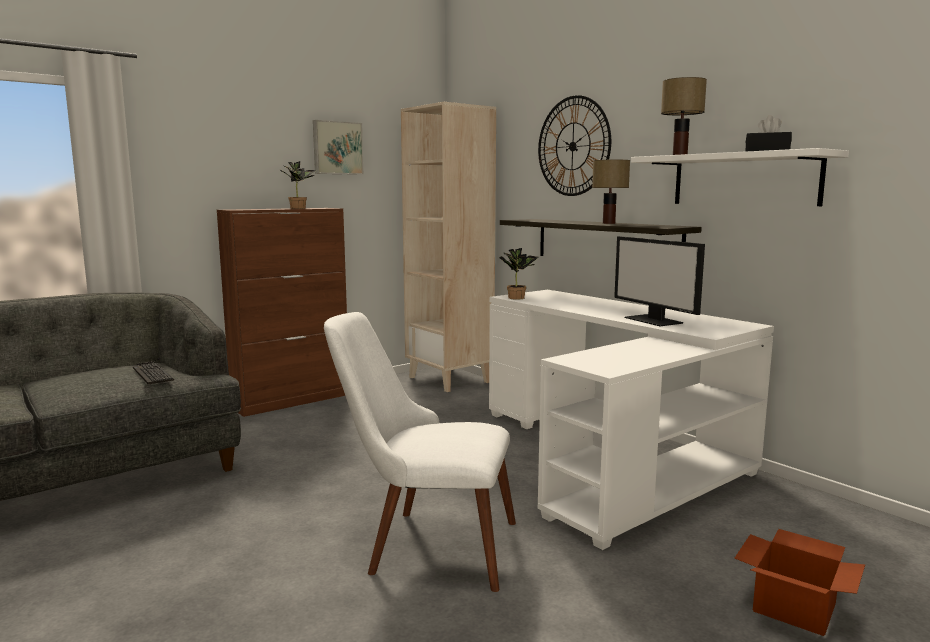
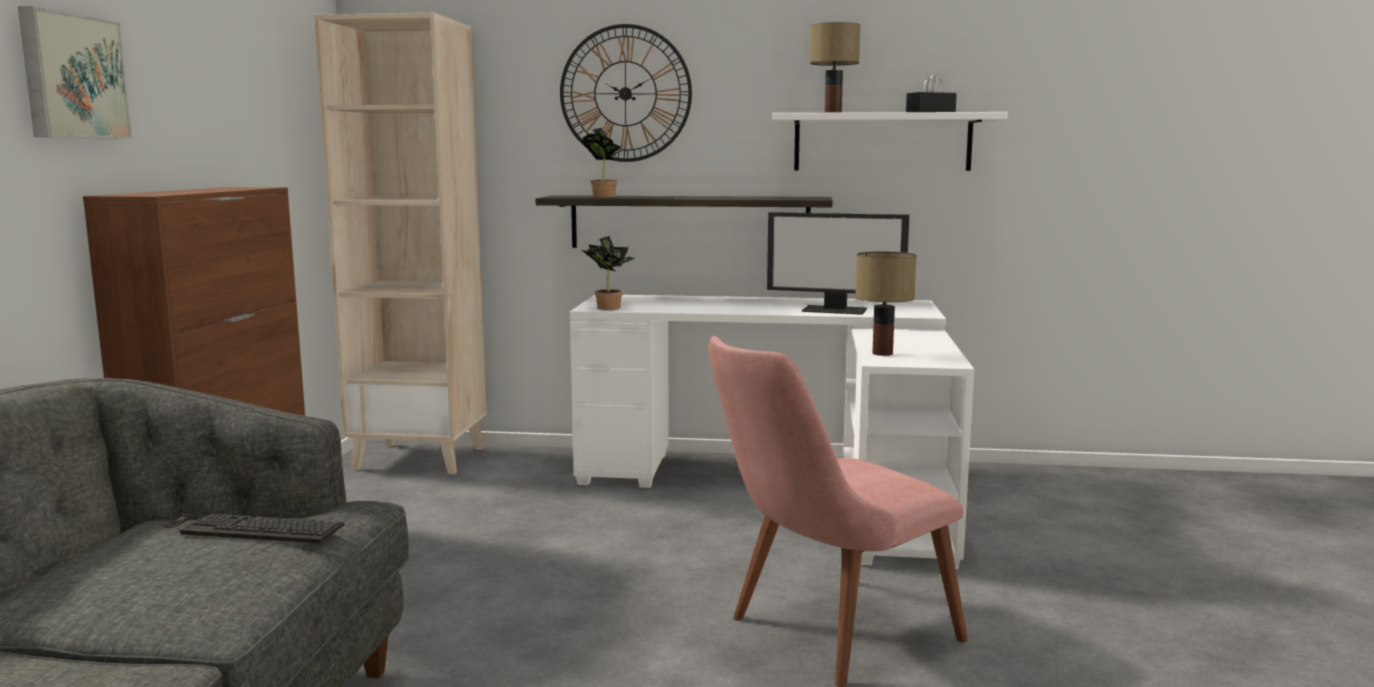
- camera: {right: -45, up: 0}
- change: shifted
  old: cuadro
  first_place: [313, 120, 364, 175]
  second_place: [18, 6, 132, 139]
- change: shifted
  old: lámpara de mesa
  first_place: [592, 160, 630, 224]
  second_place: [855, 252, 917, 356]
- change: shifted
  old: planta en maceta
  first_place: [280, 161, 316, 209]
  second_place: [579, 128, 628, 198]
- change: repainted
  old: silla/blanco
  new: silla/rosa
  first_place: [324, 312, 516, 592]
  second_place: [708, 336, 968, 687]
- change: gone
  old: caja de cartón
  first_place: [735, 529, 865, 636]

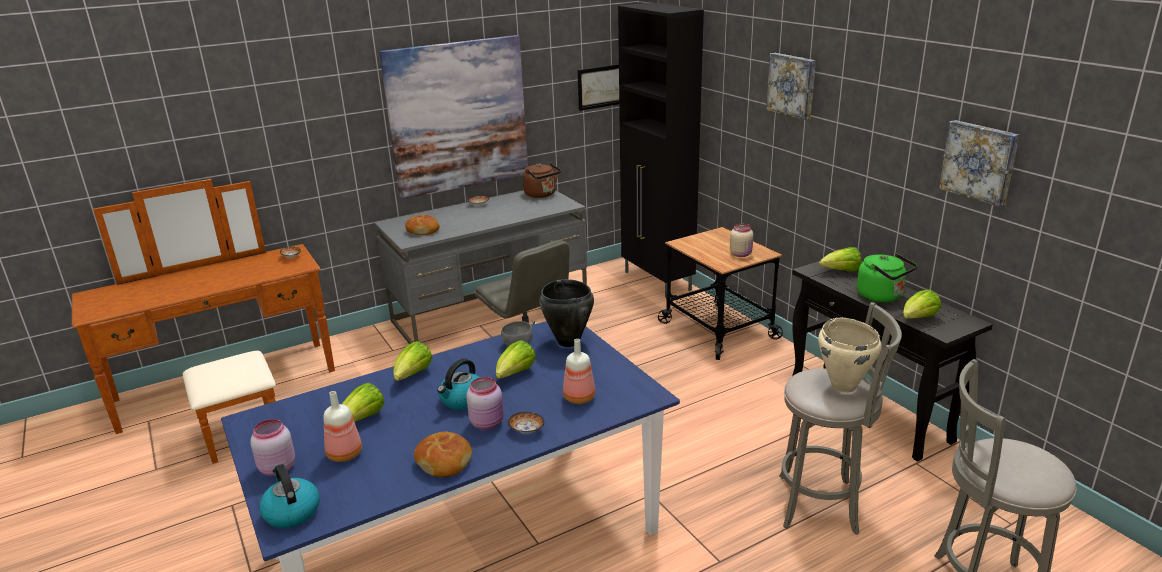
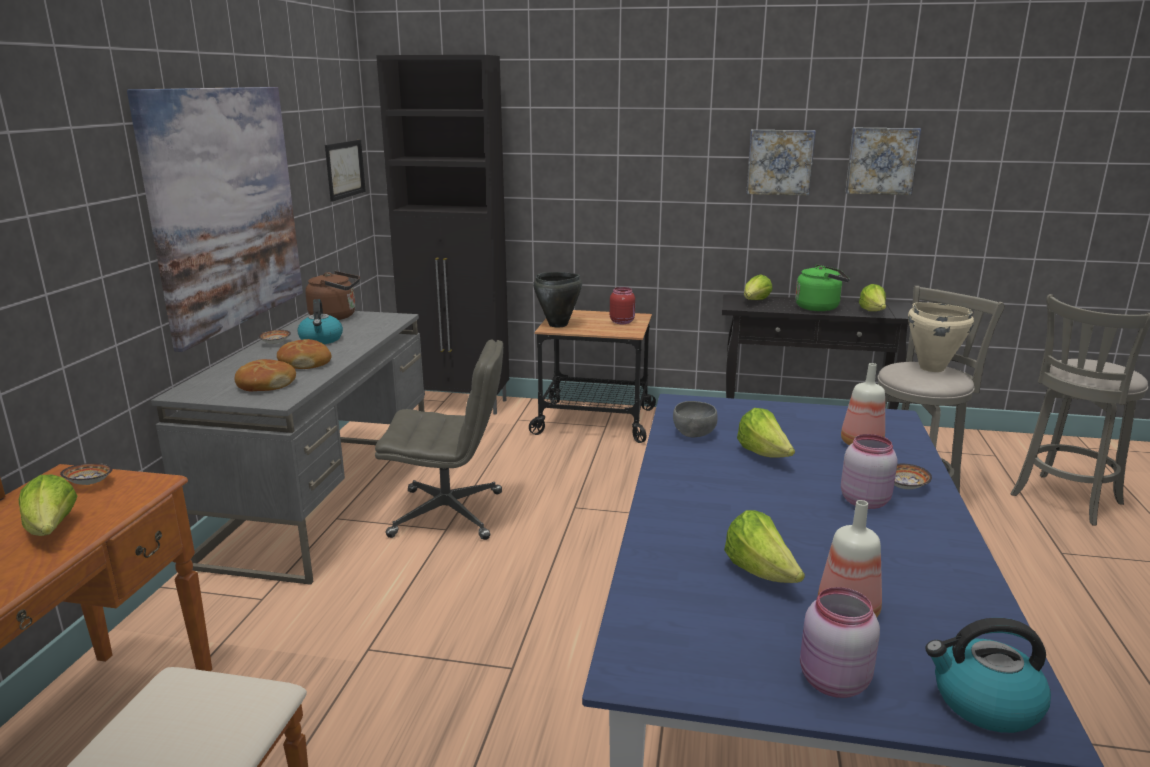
- camera: {right: -50, up: -5}
- change: shifted
  old: cuadro
  first_place: [766, 53, 816, 120]
  second_place: [746, 130, 816, 196]
- change: repainted
  old: tarro/beis
  new: tarro/rojo
  first_place: [730, 224, 753, 257]
  second_place: [610, 287, 635, 324]
- change: shifted
  old: olla/negro
  first_place: [539, 279, 594, 347]
  second_place: [533, 272, 582, 327]
- change: shifted
  old: lechuga
  first_place: [394, 341, 433, 381]
  second_place: [19, 475, 77, 536]
- change: shifted
  old: hervidor
  first_place: [437, 359, 480, 410]
  second_place: [297, 299, 343, 344]
- change: shifted
  old: pan
  first_place: [414, 432, 472, 477]
  second_place: [277, 339, 332, 369]

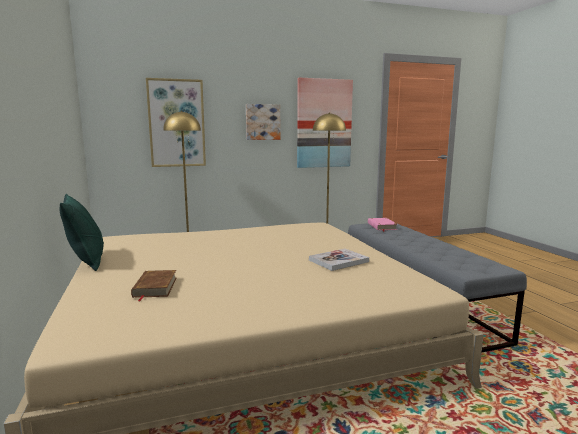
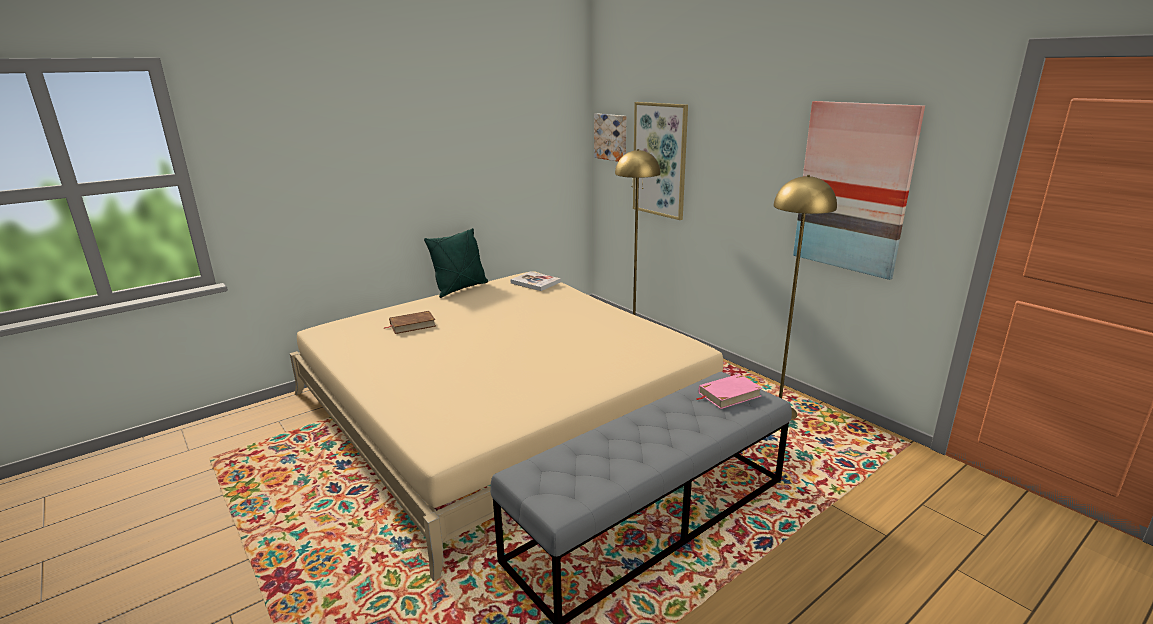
- camera: {right: 70, up: 10}
- change: shifted
  old: cuadro
  first_place: [246, 104, 280, 140]
  second_place: [594, 114, 626, 162]
- change: shifted
  old: libro
  first_place: [309, 249, 369, 271]
  second_place: [510, 271, 561, 291]

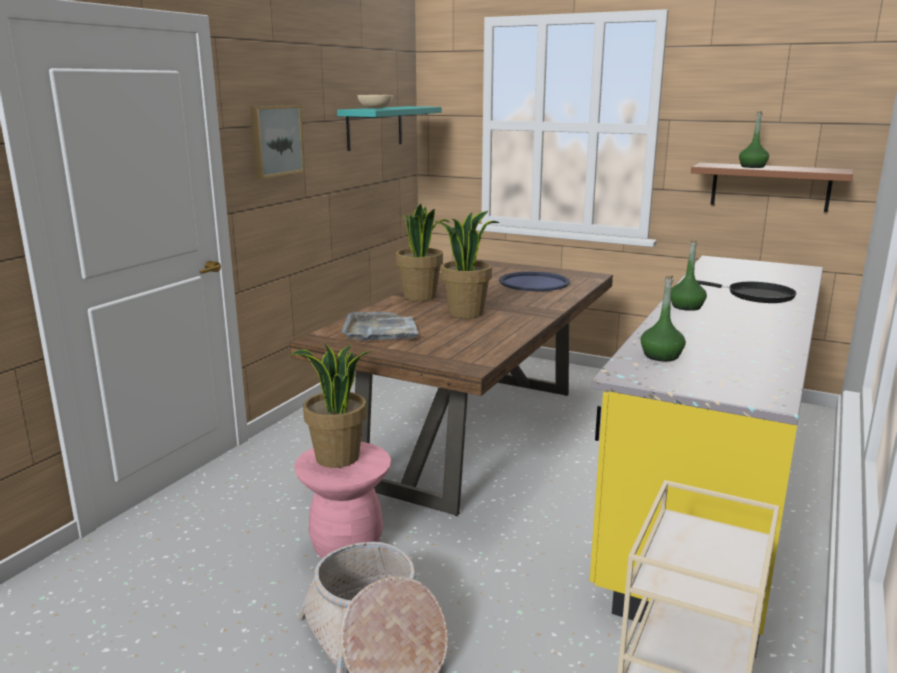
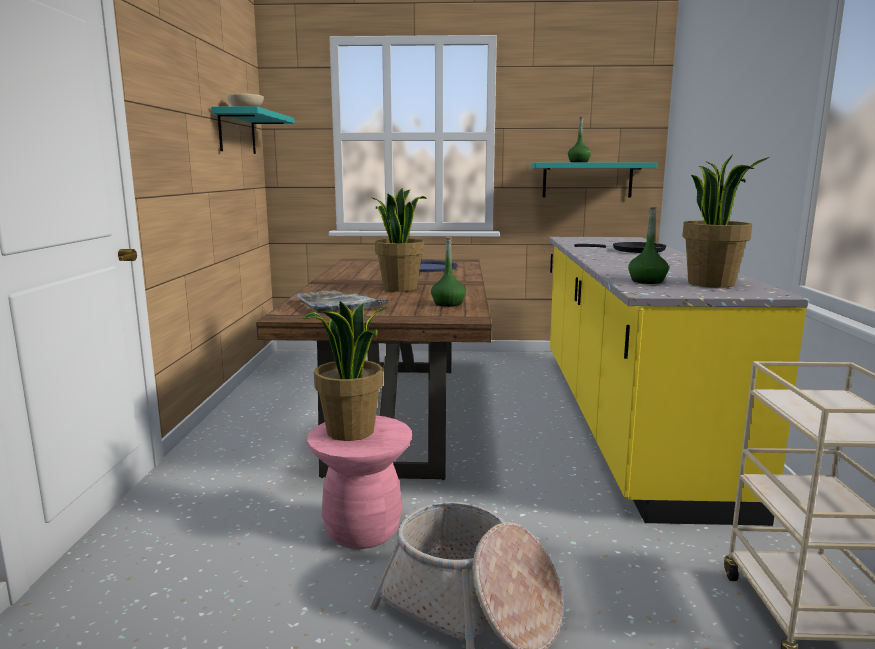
- camera: {right: -25, up: -5}
- change: gone
  old: cuadro
  first_place: [250, 105, 305, 179]
- change: repainted
  old: estante/marrón
  new: estante/turquesa
  first_place: [691, 163, 853, 212]
  second_place: [531, 162, 657, 198]
- change: shifted
  old: planta en maceta
  first_place: [396, 204, 449, 301]
  second_place: [682, 154, 769, 288]
- change: shifted
  old: botella/verde
  first_place: [671, 239, 707, 311]
  second_place: [431, 237, 466, 307]

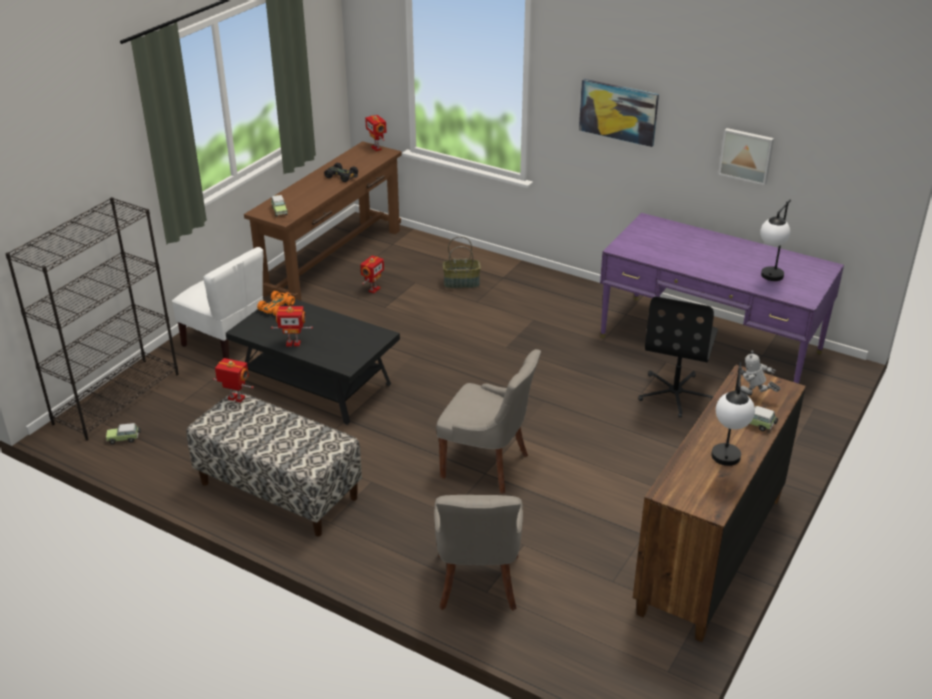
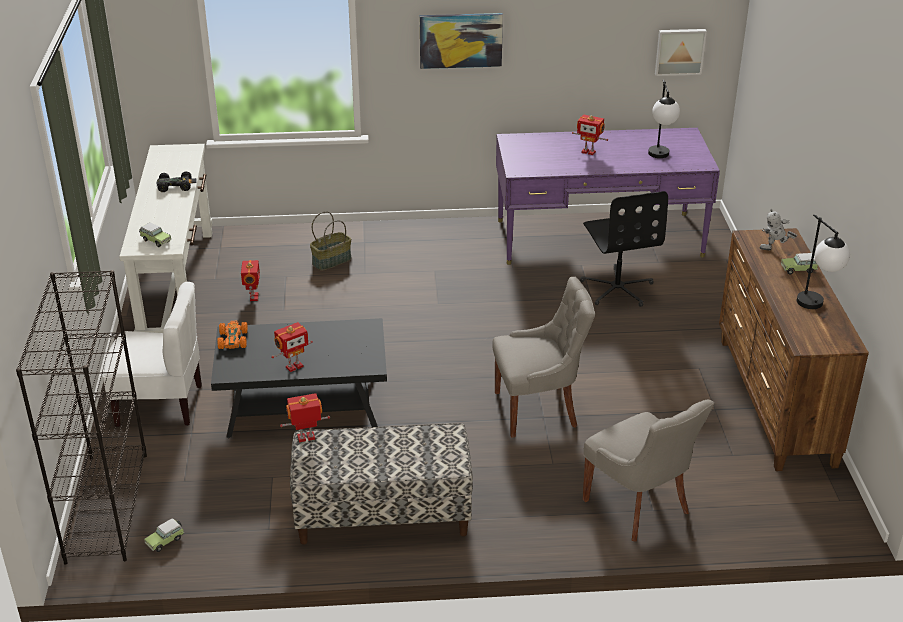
- camera: {right: -35, up: 0}
- change: shifted
  old: robot de juguete
  first_place: [365, 115, 387, 151]
  second_place: [572, 114, 608, 155]
- change: shifted
  old: cuadro
  first_place: [718, 128, 774, 185]
  second_place: [655, 29, 707, 76]
- change: repainted
  old: mesa consola/marrón
  new: mesa consola/blanco
  first_place: [244, 141, 402, 301]
  second_place: [119, 144, 213, 333]

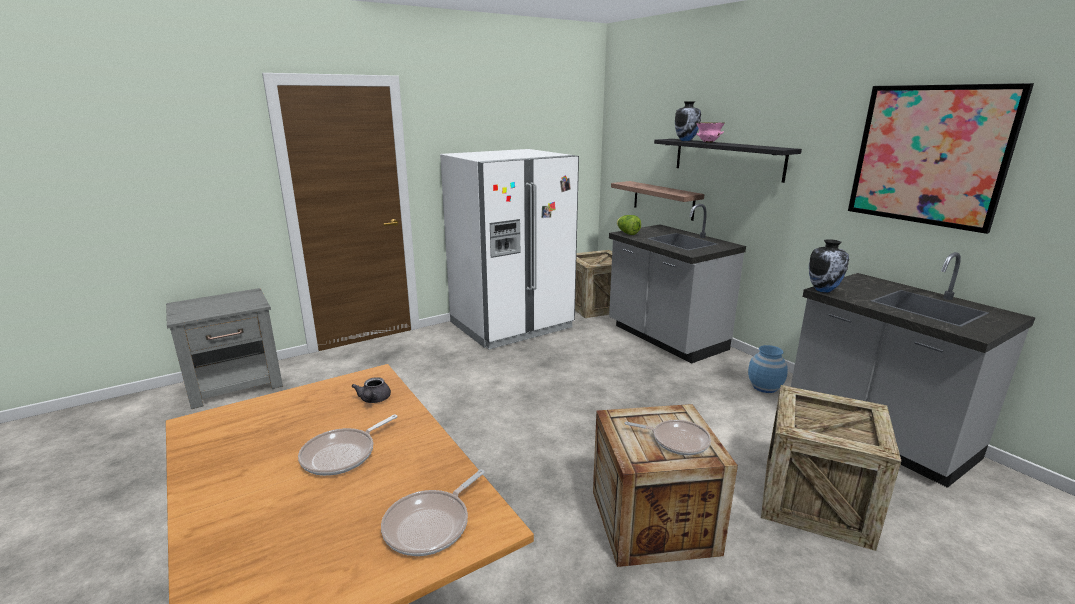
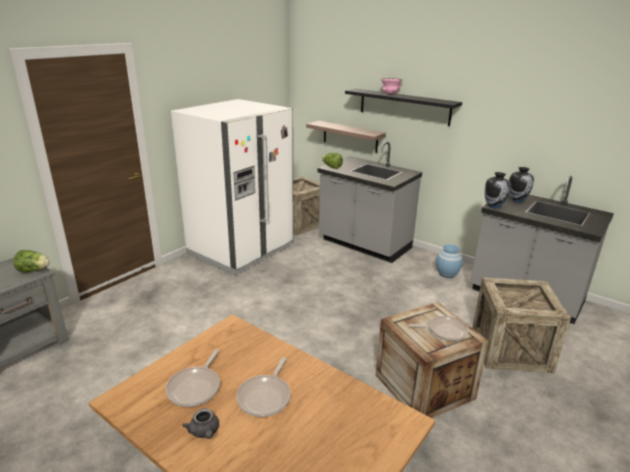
- camera: {right: -20, up: 5}
- change: gone
  old: cuadro
  first_place: [848, 83, 1034, 234]
- change: shifted
  old: florero
  first_place: [675, 101, 701, 141]
  second_place: [509, 167, 534, 202]
- change: shifted
  old: tetera/gris
  first_place: [352, 377, 391, 403]
  second_place: [183, 408, 219, 439]
- change: shifted
  old: sartén
  first_place: [381, 470, 485, 556]
  second_place: [165, 349, 220, 407]
- change: new
  new: lechuga
  second_place: [13, 250, 50, 272]

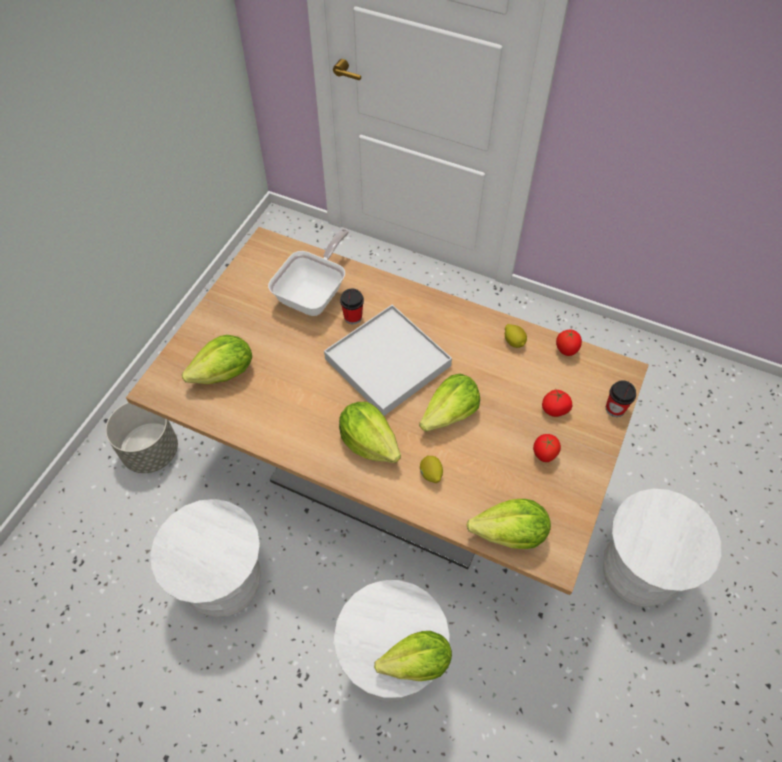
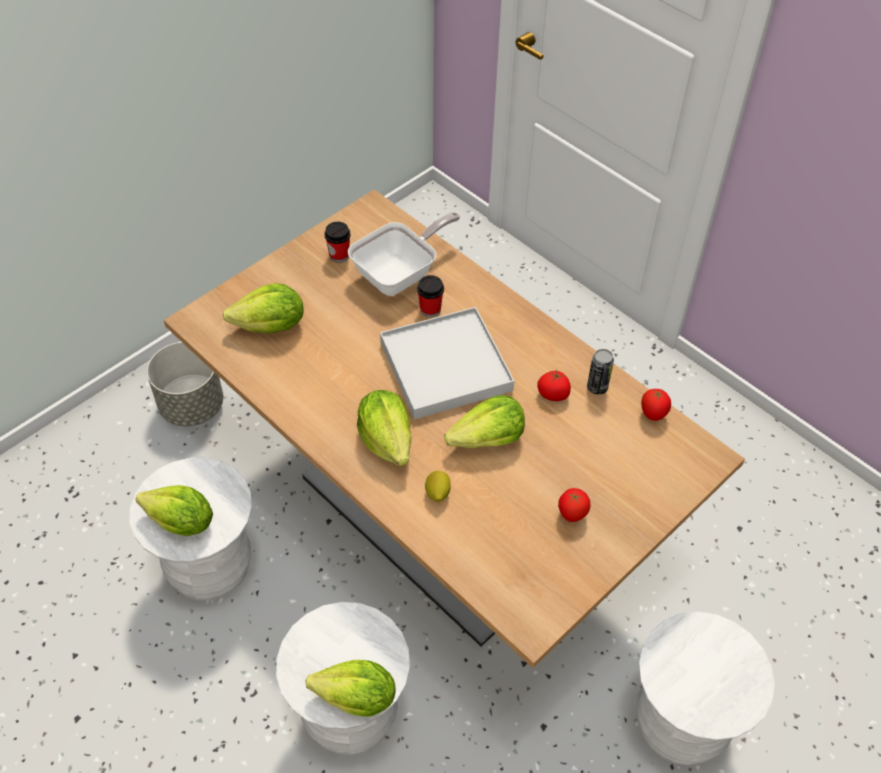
- camera: {right: 20, up: -5}
- change: swapped
  old: limón
  new: lata
  first_place: [505, 324, 527, 348]
  second_place: [587, 349, 614, 395]
- change: shifted
  old: taza
  first_place: [606, 381, 636, 417]
  second_place: [324, 222, 351, 263]
- change: shifted
  old: tomate
  first_place: [542, 390, 572, 417]
  second_place: [537, 369, 571, 401]
- change: shifted
  old: lechuga
  first_place: [467, 499, 551, 549]
  second_place: [136, 485, 213, 536]

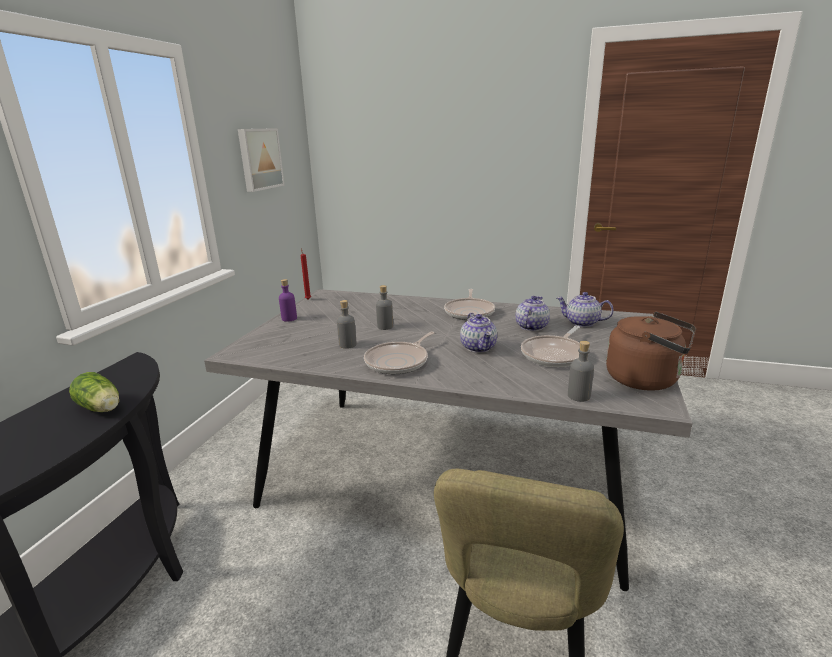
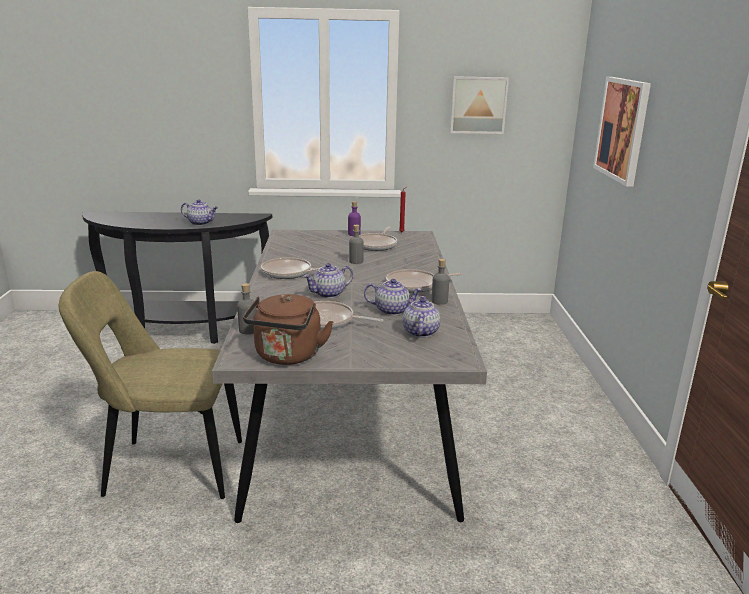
- camera: {right: 70, up: 0}
- change: shifted
  old: botella/gris
  first_place: [337, 300, 357, 349]
  second_place: [432, 259, 449, 305]
- change: swapped
  old: lechuga
  new: tetera
  first_place: [69, 372, 119, 412]
  second_place: [181, 199, 218, 225]
- change: new
  new: cuadro
  second_place: [593, 77, 651, 186]
- change: new
  new: sartén
  second_place: [359, 227, 397, 251]

